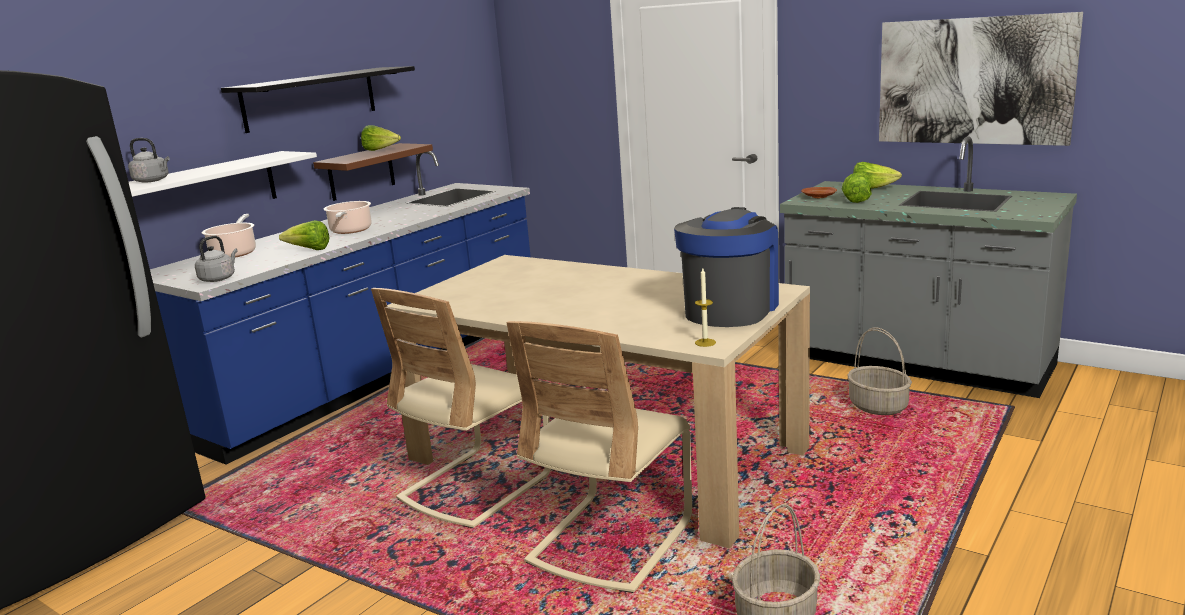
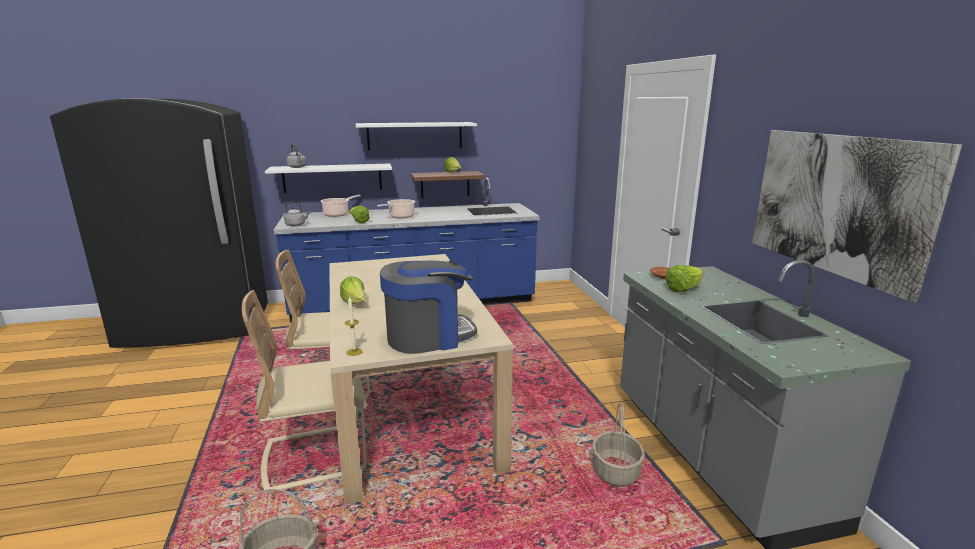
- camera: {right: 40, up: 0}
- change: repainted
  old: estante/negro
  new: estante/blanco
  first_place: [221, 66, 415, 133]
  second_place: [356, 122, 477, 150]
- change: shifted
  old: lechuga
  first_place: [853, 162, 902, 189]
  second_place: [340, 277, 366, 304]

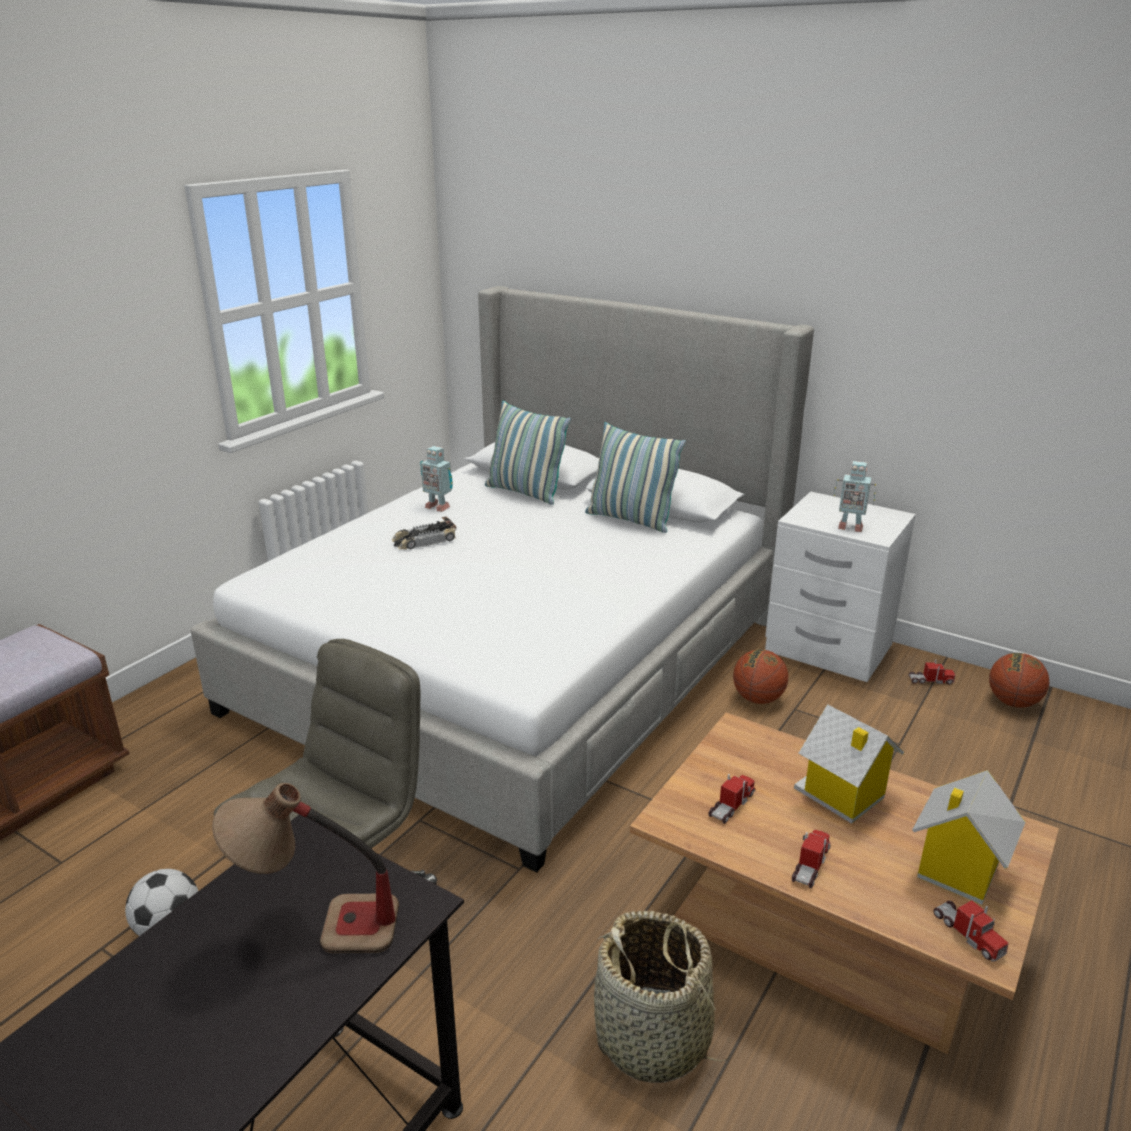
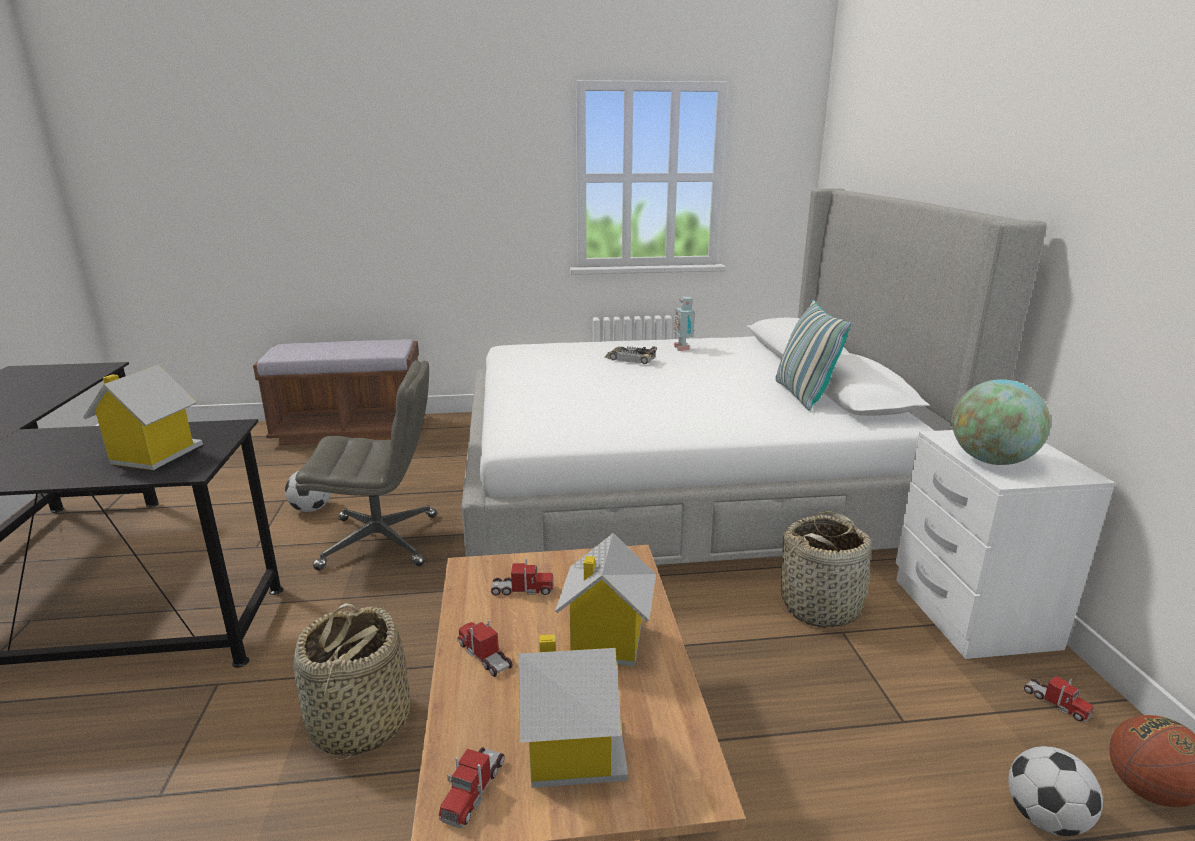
- camera: {right: 50, up: -5}
- change: gone
  old: cojín
  first_place: [485, 401, 571, 505]
- change: swapped
  old: robot de juguete
  new: globo terráqueo
  first_place: [834, 461, 876, 532]
  second_place: [952, 379, 1051, 465]
- change: swapped
  old: balón de baloncesto
  new: cesta
  first_place: [733, 649, 788, 704]
  second_place: [777, 511, 878, 628]
- change: swapped
  old: lámpara de mesa
  new: casita
  first_place: [212, 783, 399, 953]
  second_place: [83, 364, 203, 470]
- change: rotated
  old: camión de juguete
  first_place: [792, 830, 831, 888]
  second_place: [457, 620, 513, 677]
  degrees: -120
- change: new
  new: balón de fútbol
  second_place: [1008, 746, 1103, 836]

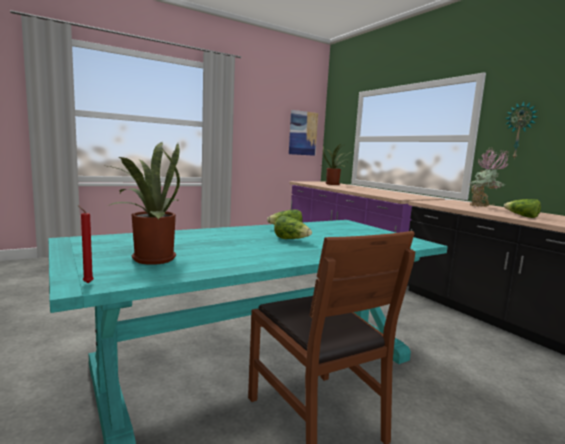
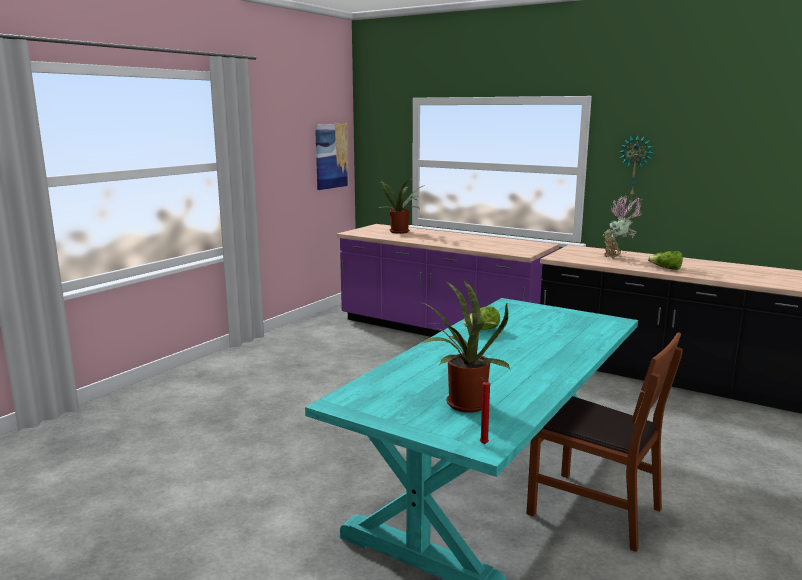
- camera: {right: -25, up: 5}
- change: gone
  old: lechuga
  first_place: [274, 216, 312, 239]

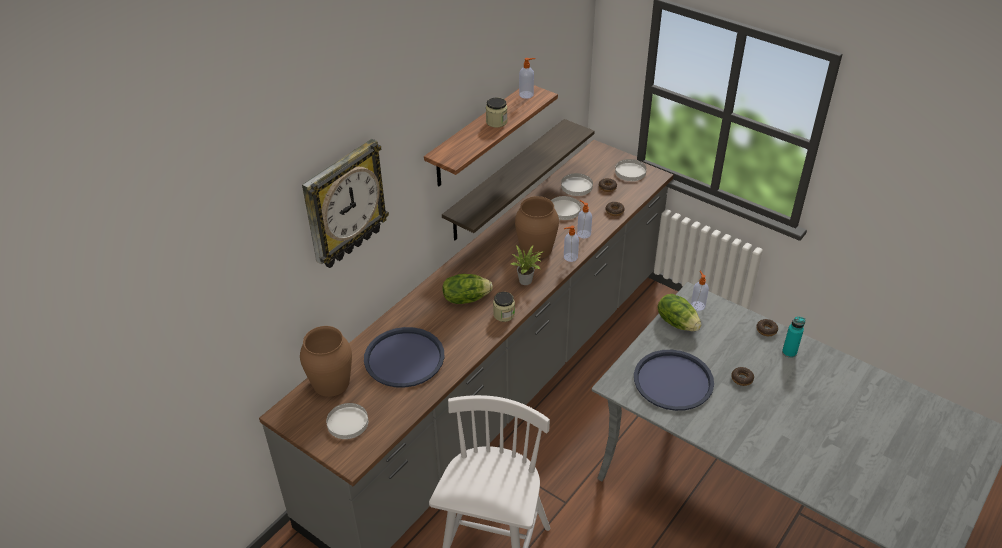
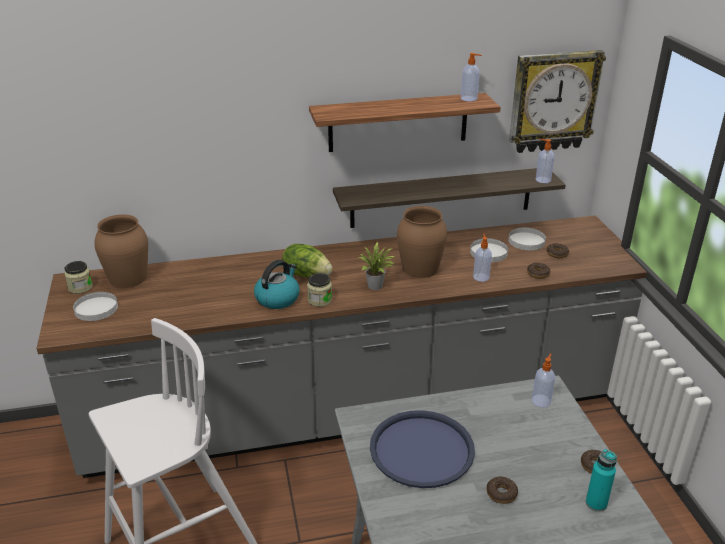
- camera: {right: 40, up: -10}
- change: shifted
  old: tarro
  first_place: [486, 98, 508, 128]
  second_place: [64, 261, 93, 294]
- change: shifted
  old: reloj de pared
  first_place: [302, 139, 389, 268]
  second_place: [509, 50, 606, 153]
- change: gone
  old: plato/blanco
  first_place: [615, 159, 647, 181]
- change: shifted
  old: dispensador de jabón
  first_place: [564, 226, 579, 262]
  second_place: [536, 139, 554, 183]
- change: gone
  old: lechuga
  first_place: [657, 294, 701, 331]
- change: gone
  old: bandeja/azul
  first_place: [364, 327, 444, 388]
- change: new
  new: hervidor
  second_place: [254, 260, 300, 309]

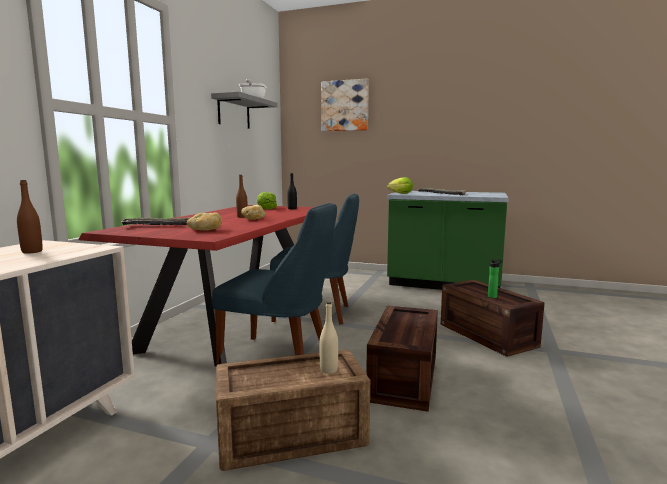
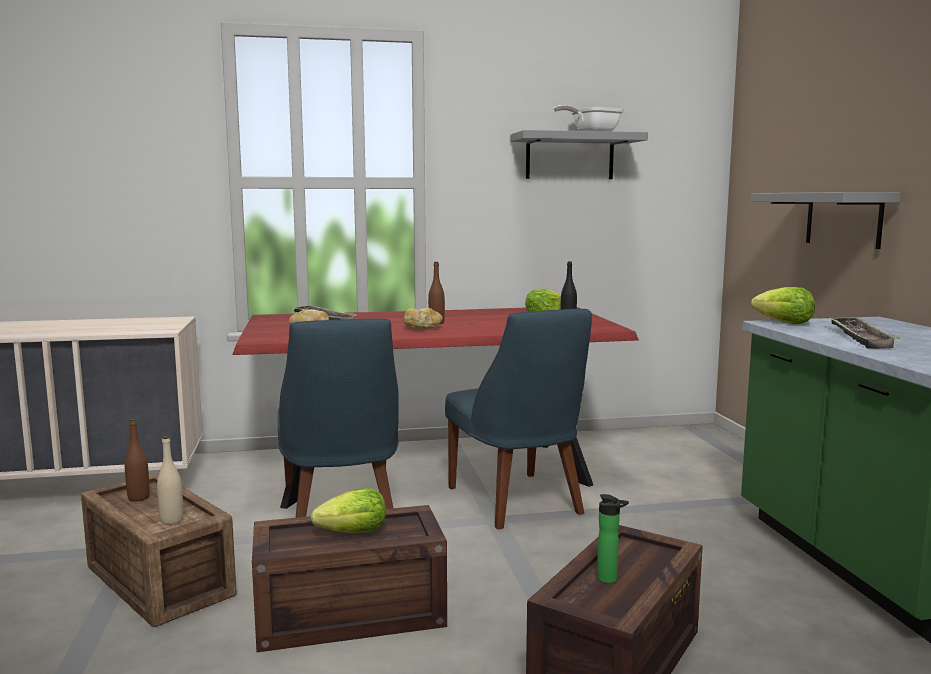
- camera: {right: 60, up: 0}
- change: gone
  old: cuadro
  first_place: [321, 79, 369, 131]
- change: shifted
  old: botella/marrón
  first_place: [17, 180, 43, 253]
  second_place: [125, 419, 150, 502]
- change: new
  new: estante/gris
  second_place: [751, 192, 901, 249]
- change: new
  new: lechuga
  second_place: [311, 488, 386, 533]

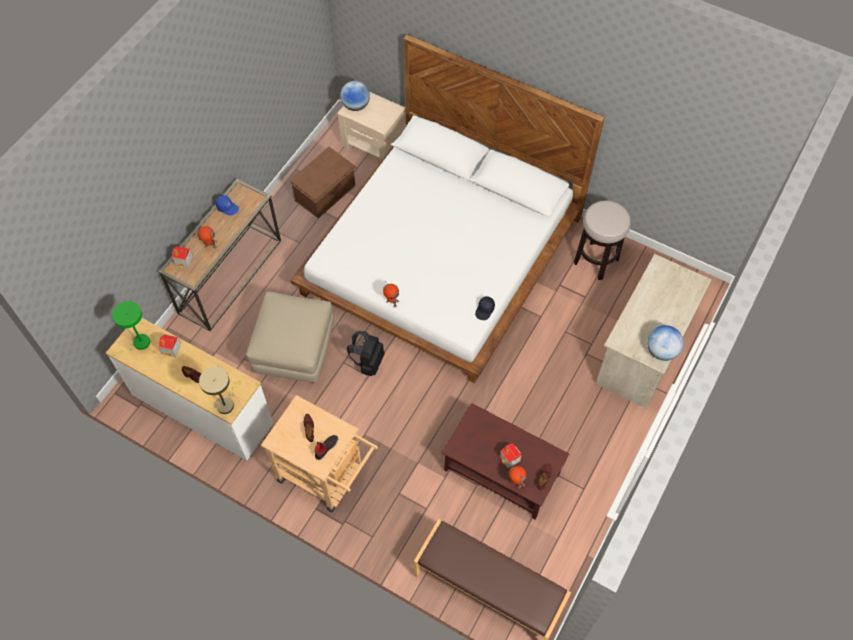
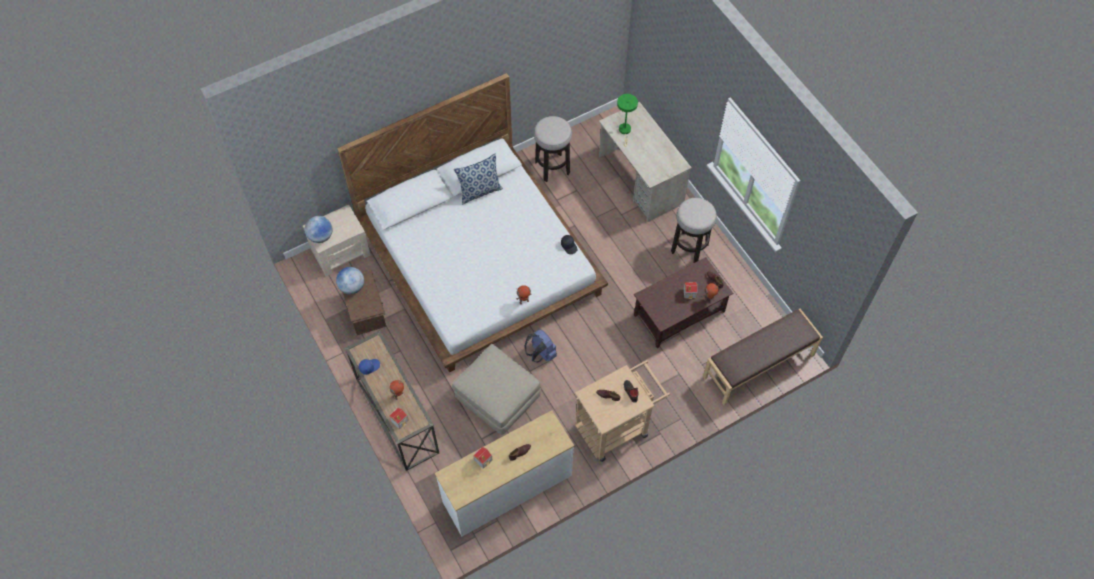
- camera: {right: -60, up: 0}
- change: shifted
  old: lámpara de mesa/verde
  first_place: [112, 301, 150, 356]
  second_place: [617, 94, 638, 147]
- change: shifted
  old: globo terráqueo
  first_place: [647, 325, 684, 361]
  second_place: [336, 267, 364, 294]
- change: repainted
  old: mochila/negro
  new: mochila/azul
  first_place: [347, 331, 385, 376]
  second_place: [525, 329, 557, 362]
- change: gone
  old: lámpara de mesa/beis
  first_place: [199, 367, 241, 414]
- change: new
  new: cojín
  second_place: [454, 154, 503, 204]
- change: new
  new: taburete
  second_place: [671, 198, 717, 263]

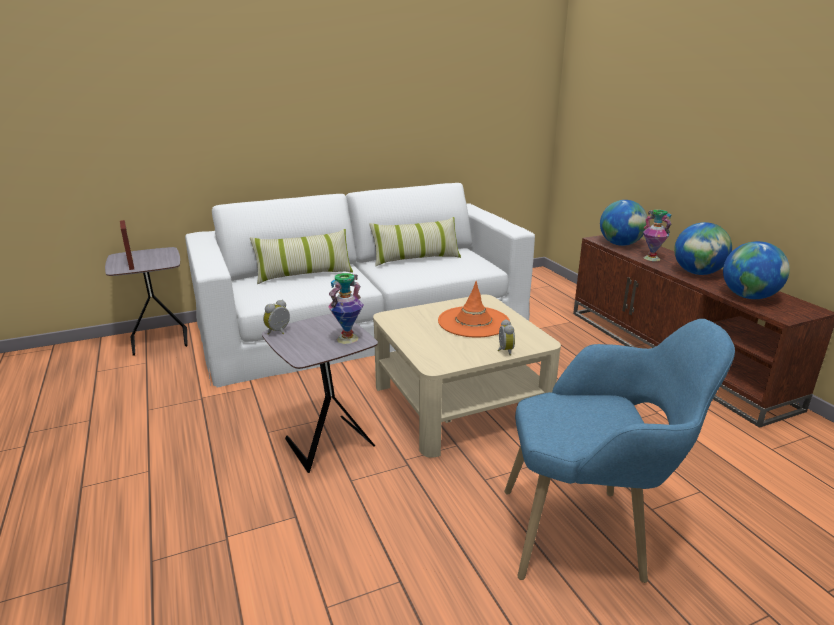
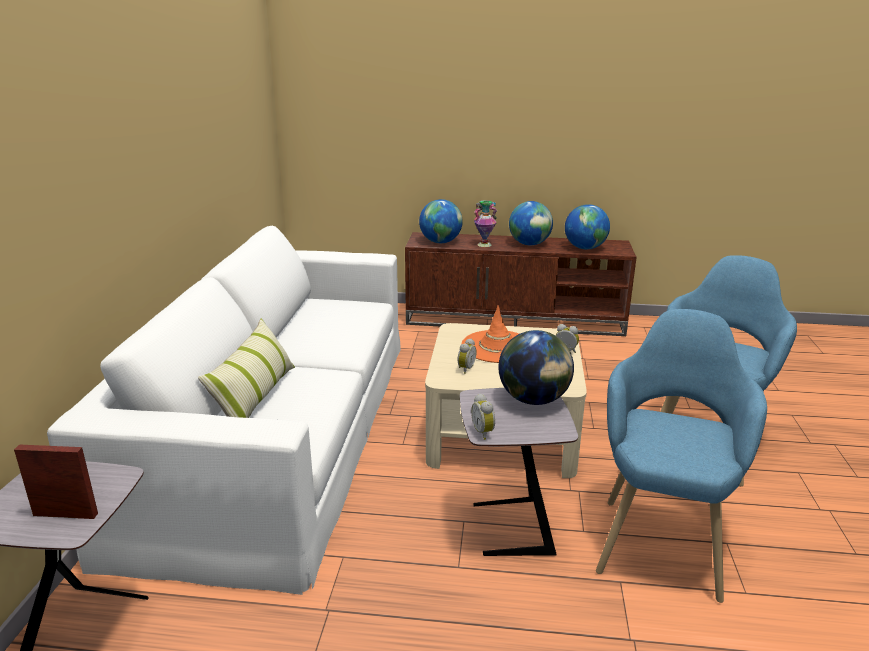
- camera: {right: -60, up: 0}
- change: gone
  old: cojín
  first_place: [369, 217, 461, 266]
- change: swapped
  old: florero
  new: globo terráqueo
  first_place: [328, 273, 363, 344]
  second_place: [499, 330, 574, 405]
- change: new
  new: sillón/azul
  second_place: [596, 309, 767, 603]
- change: new
  new: despertador
  second_place: [458, 338, 476, 374]

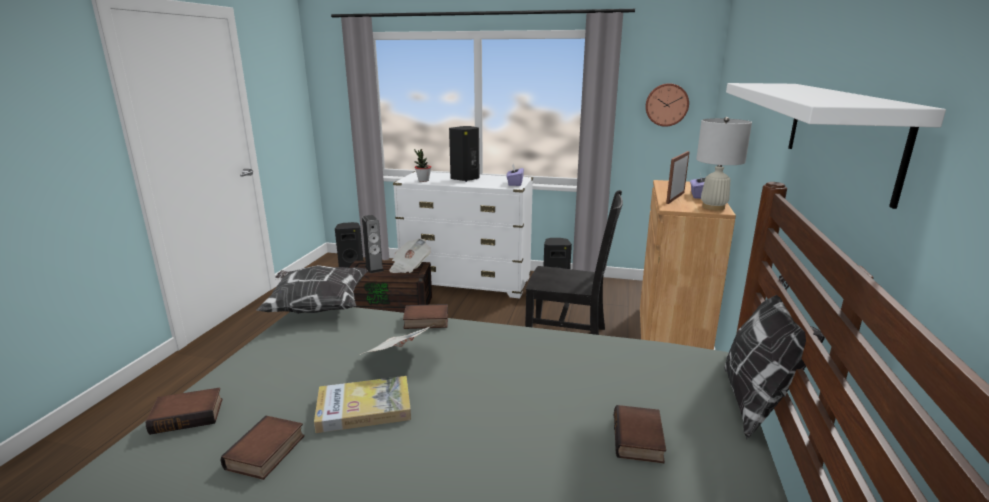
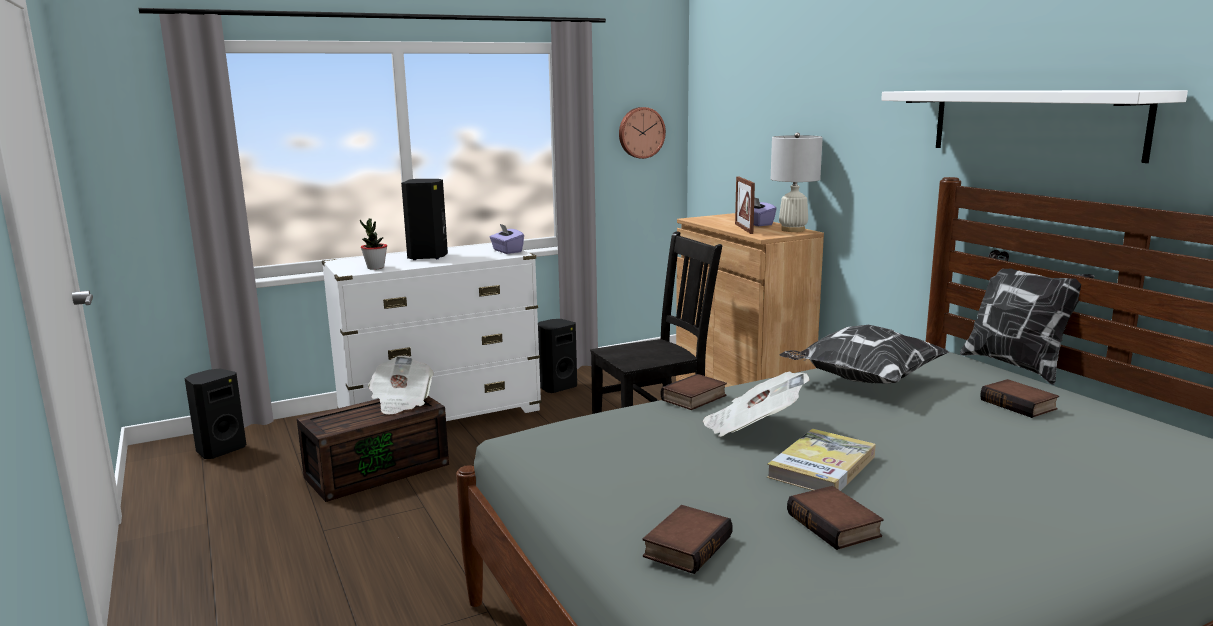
- camera: {right: -40, up: -5}
- change: gone
  old: altavoz
  first_place: [362, 215, 384, 273]
- change: shifted
  old: cojín
  first_place: [257, 265, 368, 314]
  second_place: [779, 325, 949, 383]

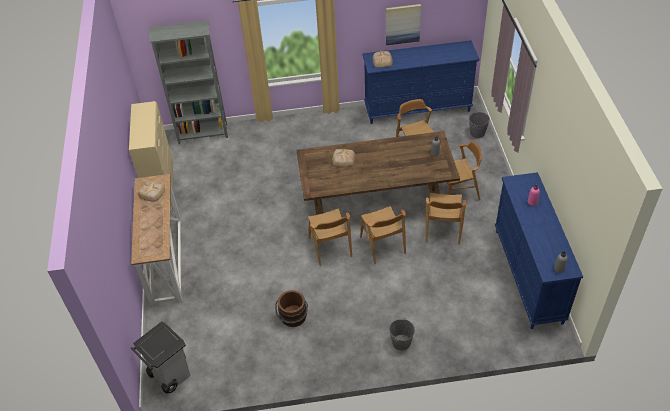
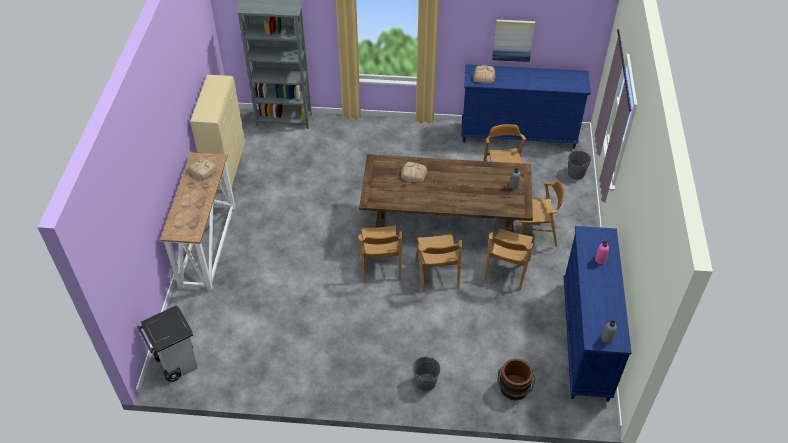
- camera: {right: 10, up: 0}
- change: shifted
  old: cubo/marrón
  first_place: [275, 290, 308, 327]
  second_place: [497, 358, 536, 400]

